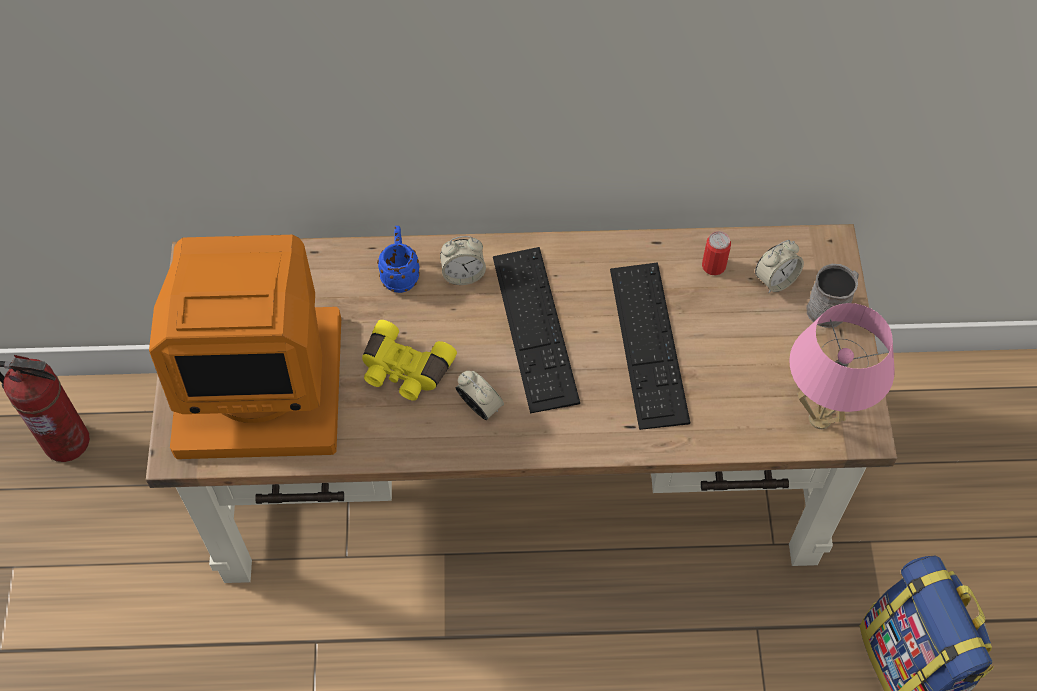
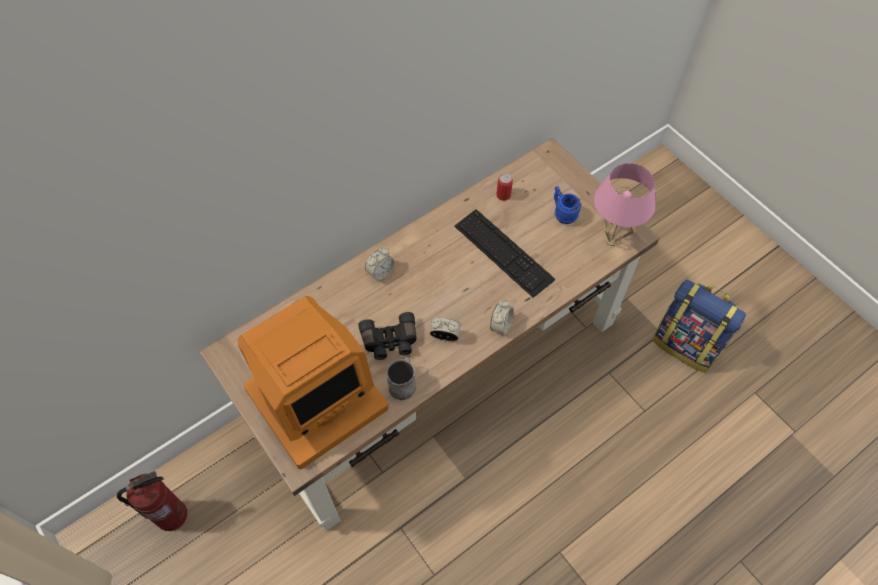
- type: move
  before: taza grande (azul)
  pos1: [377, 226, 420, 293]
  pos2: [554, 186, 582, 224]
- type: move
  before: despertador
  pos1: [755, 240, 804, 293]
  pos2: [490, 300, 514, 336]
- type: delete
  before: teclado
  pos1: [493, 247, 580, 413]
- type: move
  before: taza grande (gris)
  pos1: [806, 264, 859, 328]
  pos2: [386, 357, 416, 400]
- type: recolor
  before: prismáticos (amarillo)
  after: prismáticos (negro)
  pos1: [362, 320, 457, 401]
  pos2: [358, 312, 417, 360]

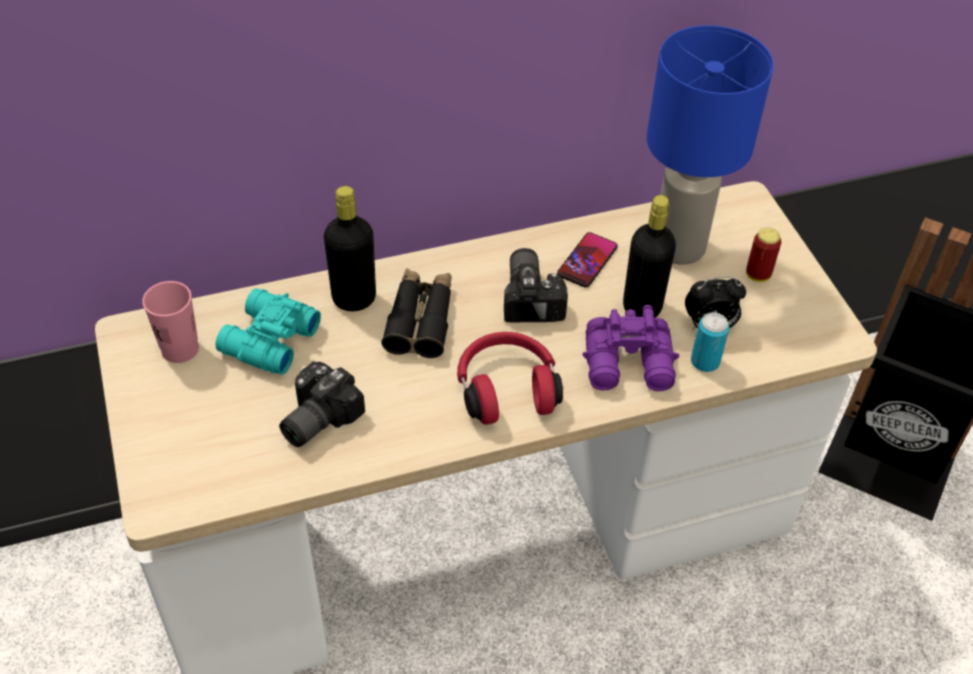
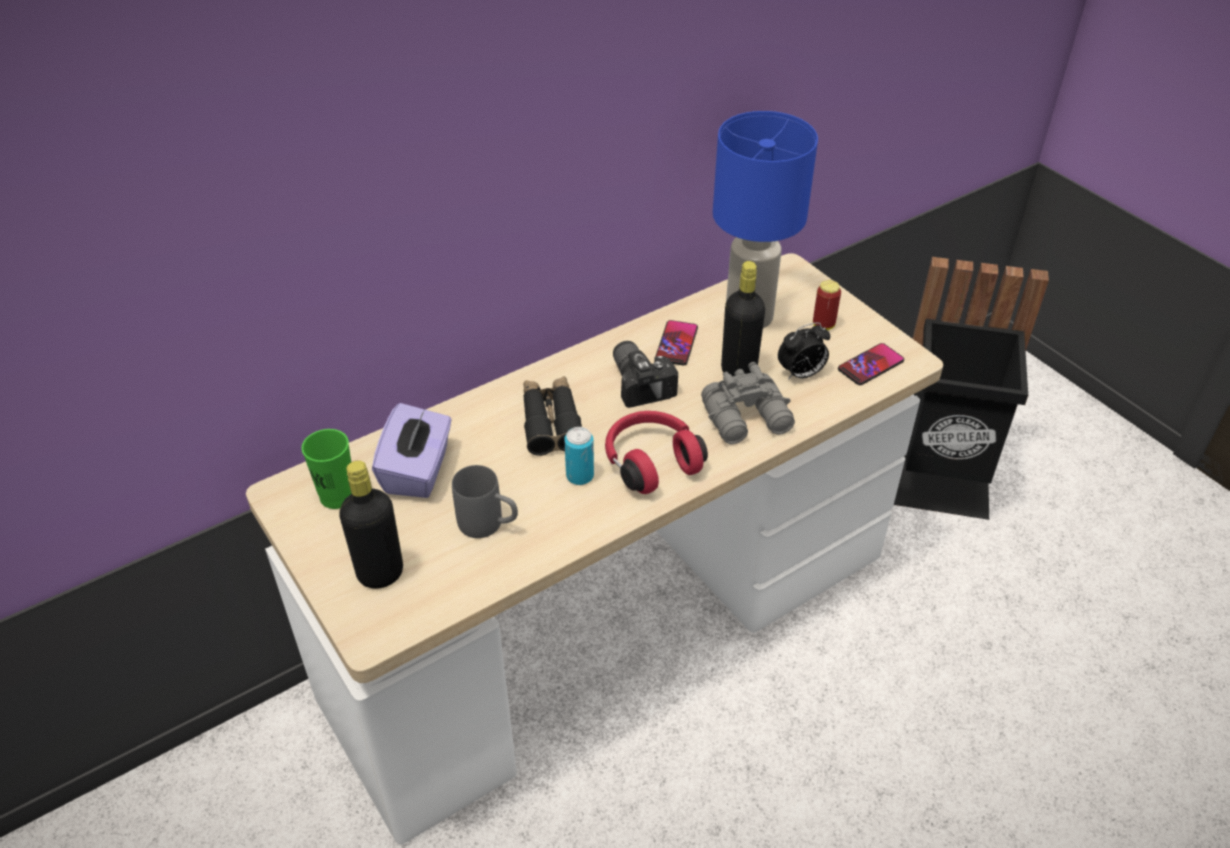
- type: move
  before: botella (negro)
  pos1: [324, 186, 376, 311]
  pos2: [339, 461, 403, 589]
- type: recolor
  before: taza (rosa)
  after: taza (verde)
  pos1: [142, 281, 199, 363]
  pos2: [301, 429, 351, 509]
- type: replace
  before: prismáticos (turquesa)
  after: caja de pañuelos (morado)
  pos1: [216, 288, 321, 375]
  pos2: [372, 403, 452, 498]
- type: recolor
  before: prismáticos (morado)
  after: prismáticos (gris)
  pos1: [582, 305, 679, 391]
  pos2: [701, 362, 795, 444]
- type: move
  before: lata
  pos1: [691, 312, 729, 372]
  pos2: [564, 427, 594, 485]
- type: replace
  before: cámara
  after: taza grande (gris)
  pos1: [279, 362, 365, 447]
  pos2: [452, 465, 518, 538]
- type: insert
  after: móvil
  pos2: [838, 343, 904, 385]

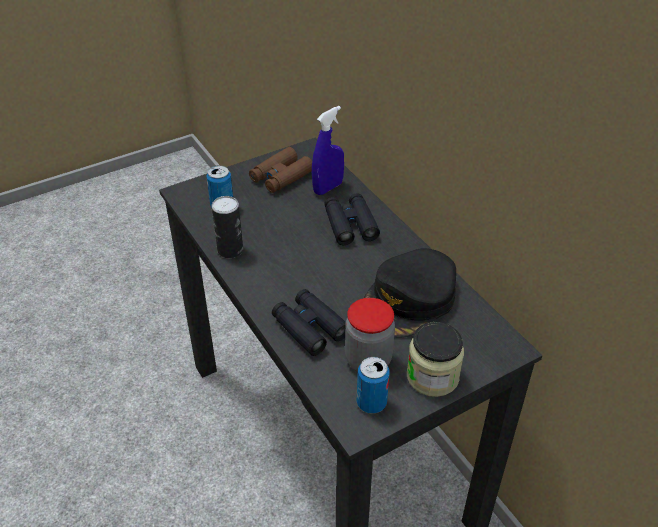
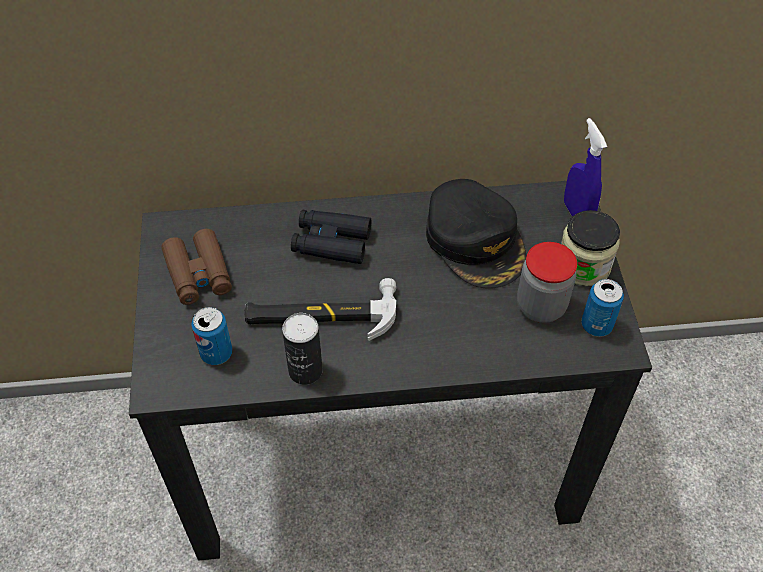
- type: move
  before: pulverizador (azul)
  pos1: [312, 106, 344, 195]
  pos2: [564, 118, 607, 216]
- type: delete
  before: prismáticos (negro)
  pos1: [272, 289, 346, 356]
- type: insert
  after: martillo
  pos2: [244, 278, 396, 341]

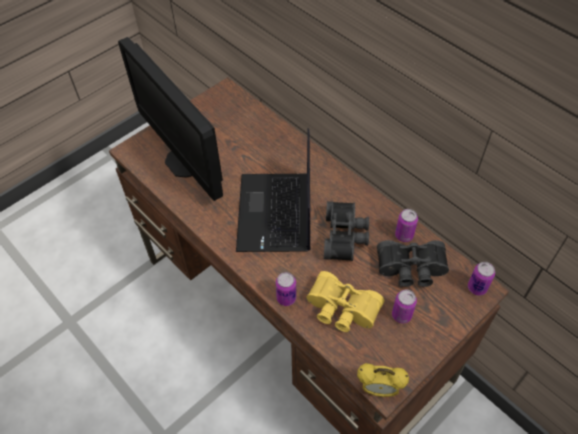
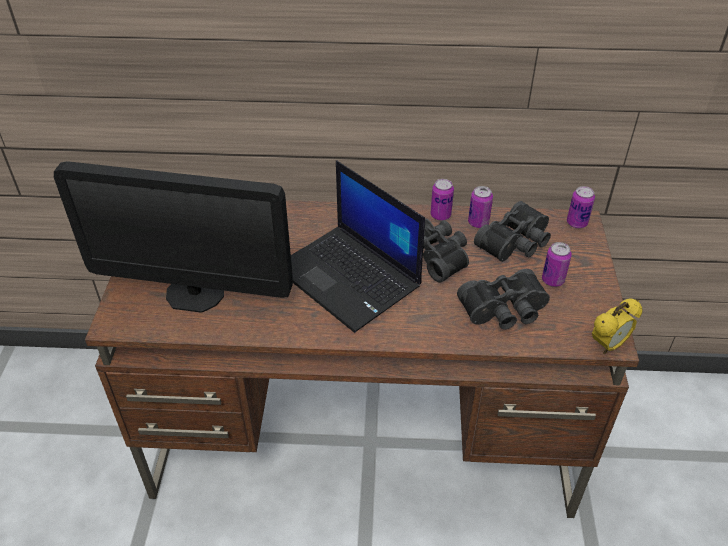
- type: recolor
  before: prismáticos (amarillo)
  after: prismáticos (negro)
  pos1: [307, 271, 384, 332]
  pos2: [457, 269, 550, 329]
- type: move
  before: lata
  pos1: [276, 272, 296, 306]
  pos2: [430, 179, 454, 221]

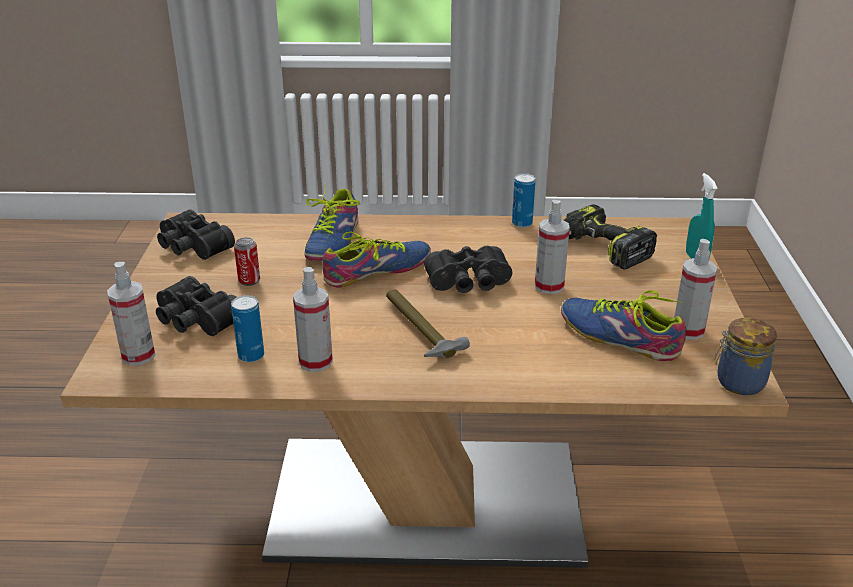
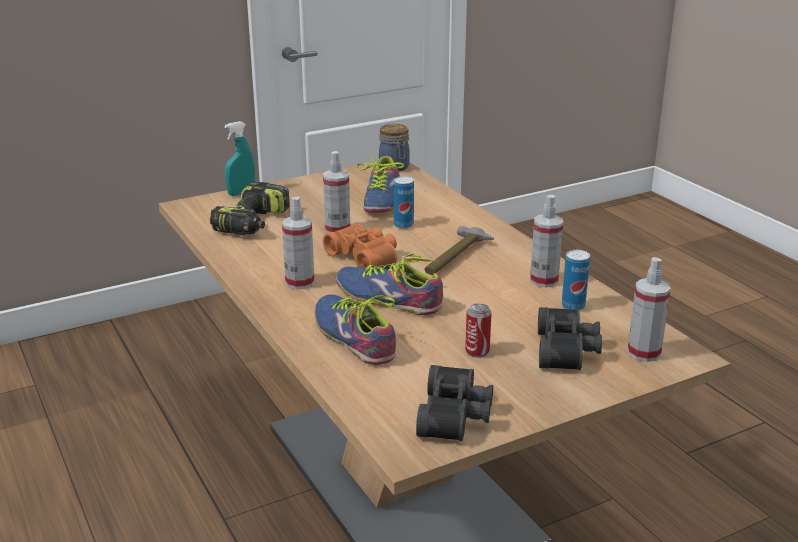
- type: move
  before: lata
  pos1: [512, 173, 535, 228]
  pos2: [394, 176, 414, 229]
- type: rotate
  before: zapato
  pos1: [304, 184, 360, 261]
  pos2: [315, 295, 398, 365]
  turn: -105
- type: move
  before: pulverizador
  pos1: [674, 239, 718, 340]
  pos2: [282, 197, 314, 290]
- type: recolor
  before: prismáticos (negro)
  after: prismáticos (naranja)
  pos1: [424, 246, 512, 293]
  pos2: [323, 224, 397, 267]

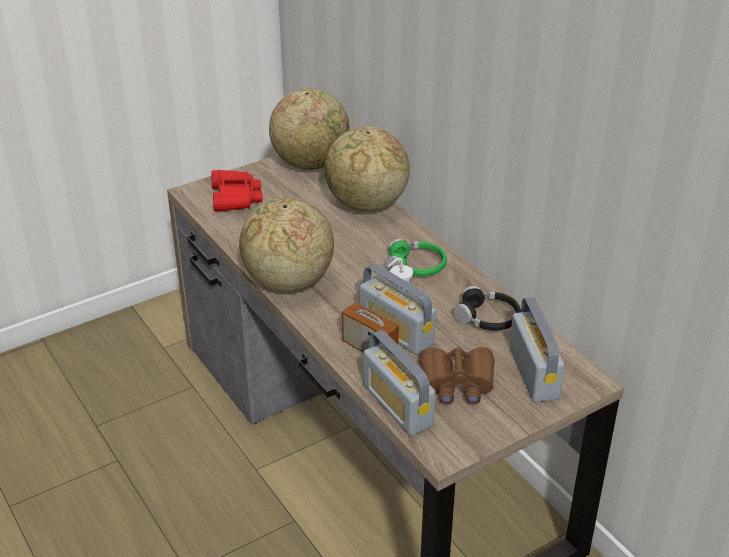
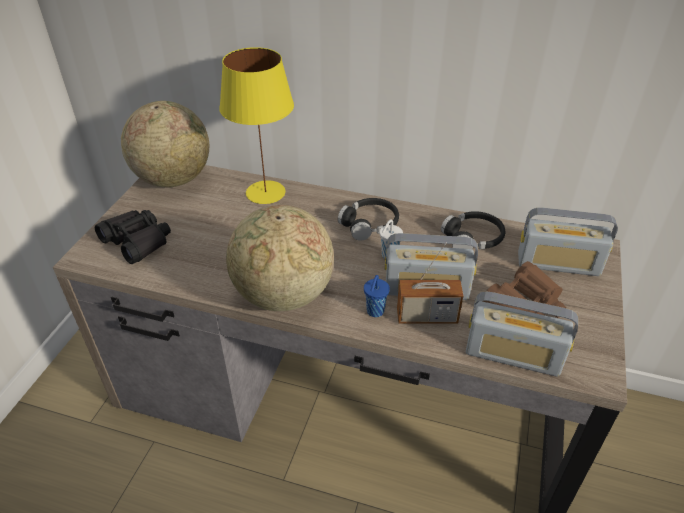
- type: replace
  before: globo terráqueo
  after: lámpara de mesa (amarillo)
  pos1: [324, 126, 410, 212]
  pos2: [219, 47, 294, 204]
- type: recolor
  before: prismáticos (rojo)
  after: prismáticos (negro)
  pos1: [212, 170, 262, 212]
  pos2: [95, 210, 171, 264]
- type: recolor
  before: auriculares (verde)
  after: auriculares (negro)
  pos1: [385, 238, 447, 276]
  pos2: [338, 198, 399, 241]
- type: rotate
  before: radio
  pos1: [509, 297, 565, 402]
  pos2: [518, 208, 618, 276]
  turn: 150
- type: insert
  after: taza (azul)
  pos2: [364, 275, 390, 317]

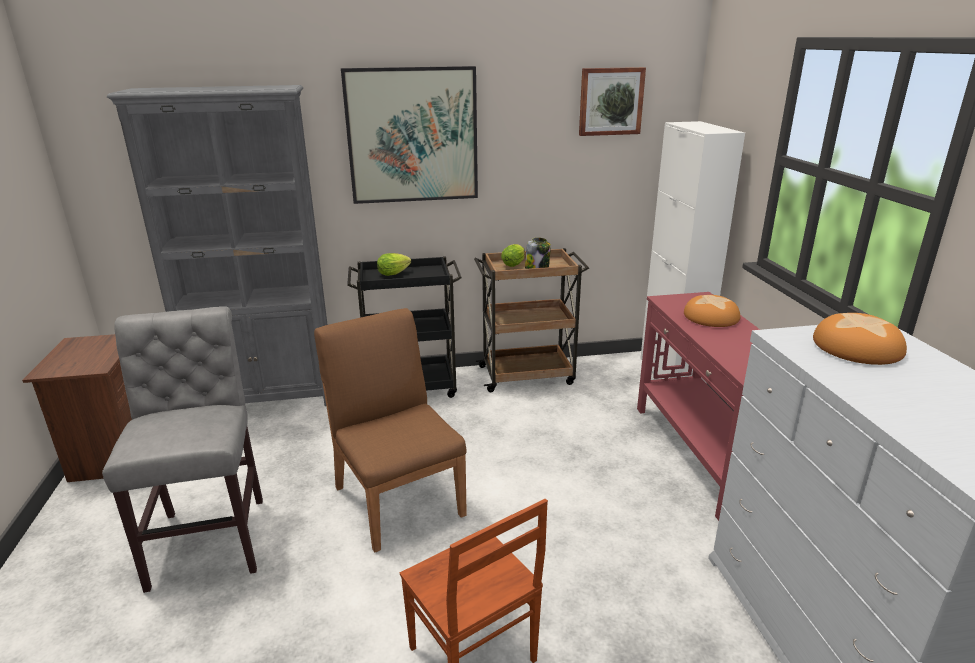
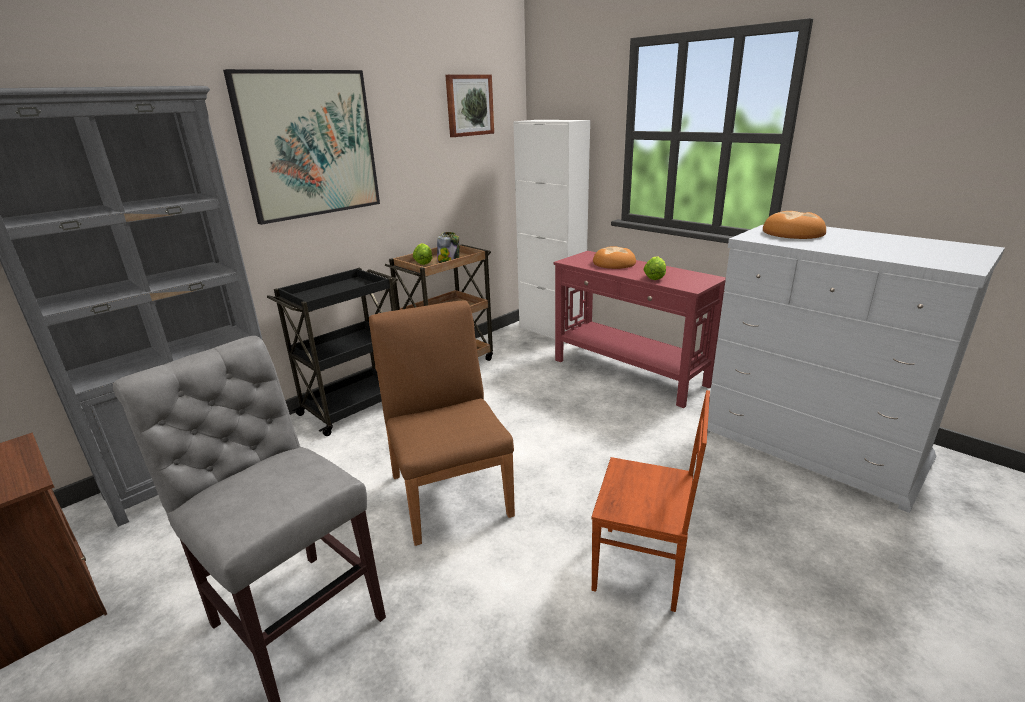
- type: move
  before: lechuga
  pos1: [377, 253, 411, 276]
  pos2: [643, 256, 666, 280]
- type: rotate
  before: silla (marrón)
  pos1: [314, 308, 467, 552]
  pos2: [369, 300, 515, 546]
  turn: 45

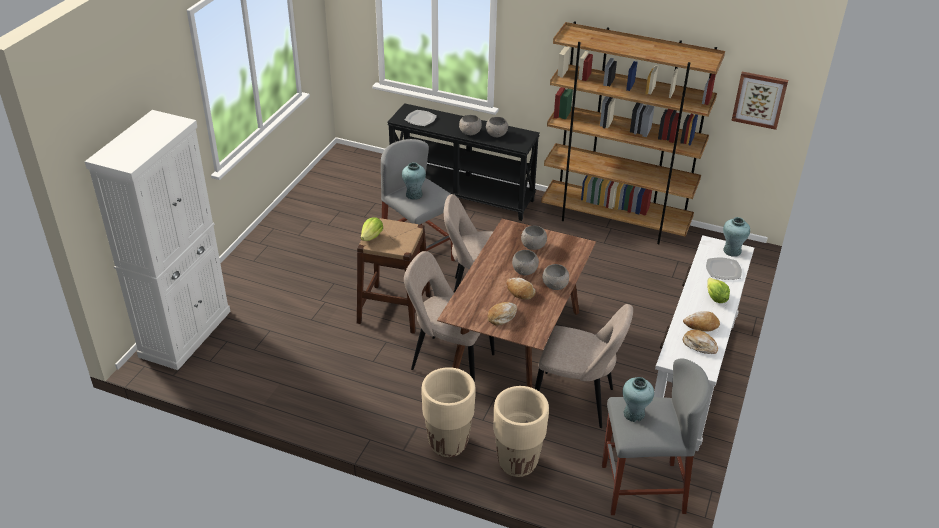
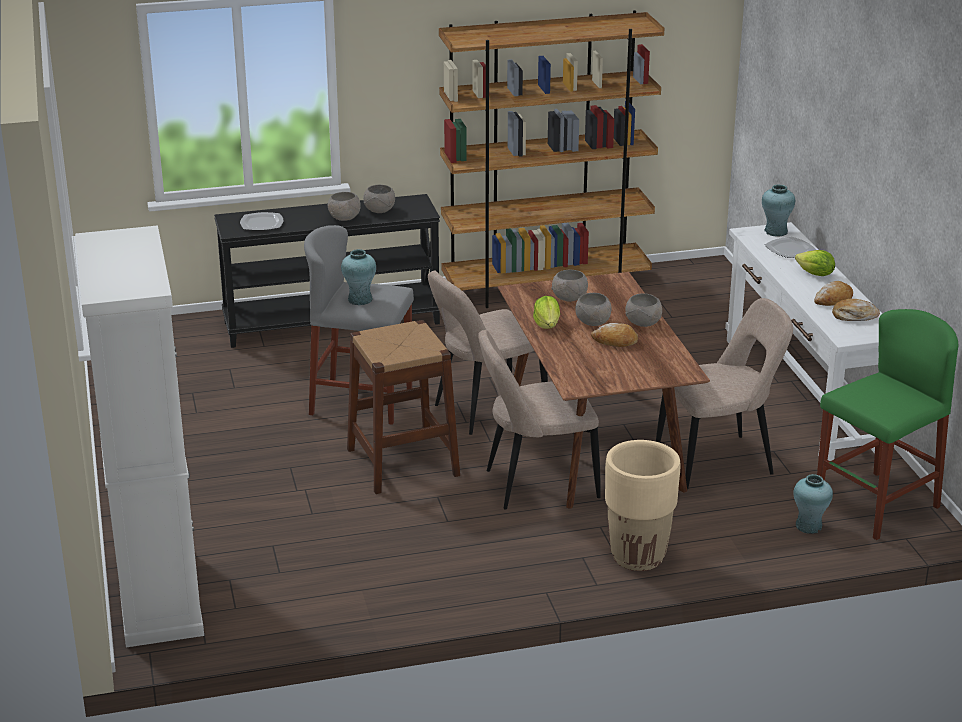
- type: delete
  before: cuadro
  pos1: [731, 72, 788, 130]
- type: move
  before: lechuga
  pos1: [360, 217, 383, 241]
  pos2: [533, 296, 560, 329]
- type: delete
  before: pan
  pos1: [488, 302, 517, 326]
- type: recolor
  before: taburete (gris)
  after: taburete (verde)
  pos1: [602, 358, 710, 515]
  pos2: [817, 309, 958, 540]
- type: move
  before: florero (turquesa)
  pos1: [623, 377, 654, 422]
  pos2: [793, 474, 833, 534]
- type: delete
  before: maceta (beis)
  pos1: [493, 386, 549, 477]

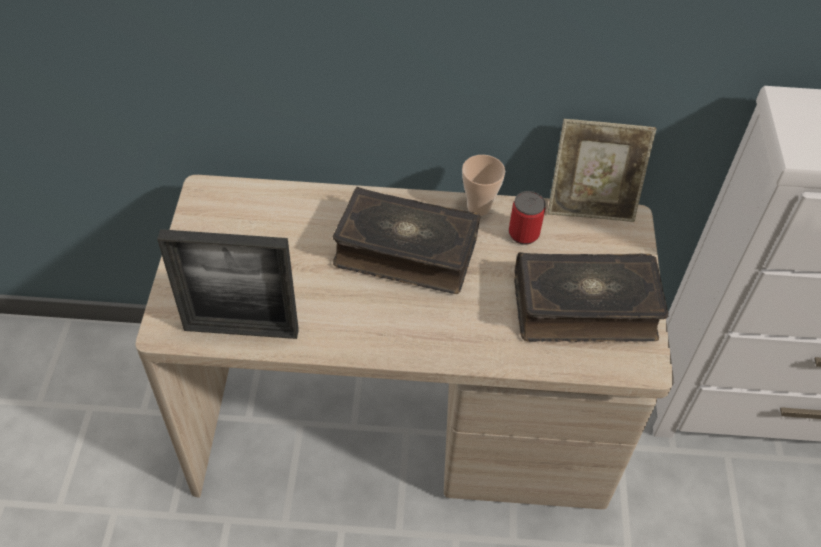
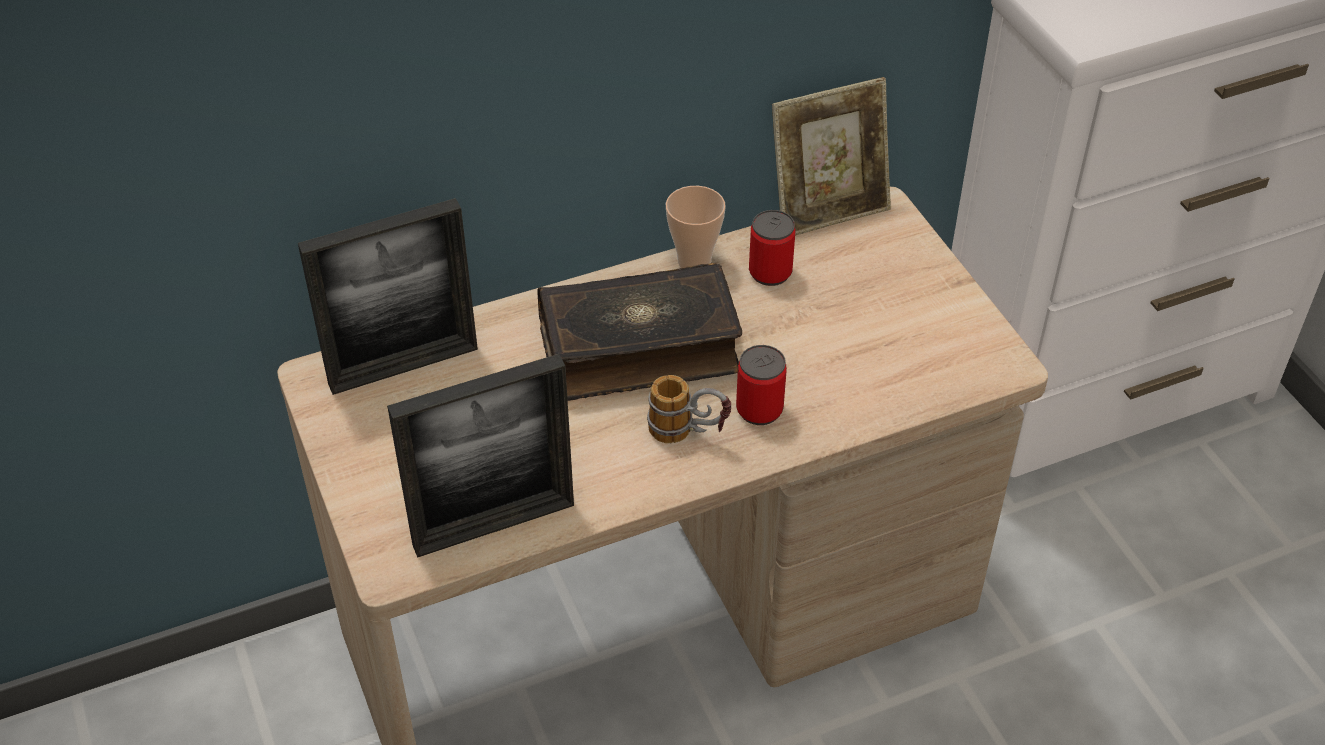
- type: delete
  before: libro
  pos1: [514, 252, 668, 342]
- type: insert
  after: portarretratos
  pos2: [298, 198, 478, 395]
- type: insert
  after: lata
  pos2: [736, 345, 787, 425]
- type: insert
  after: taza grande
  pos2: [647, 375, 731, 443]

